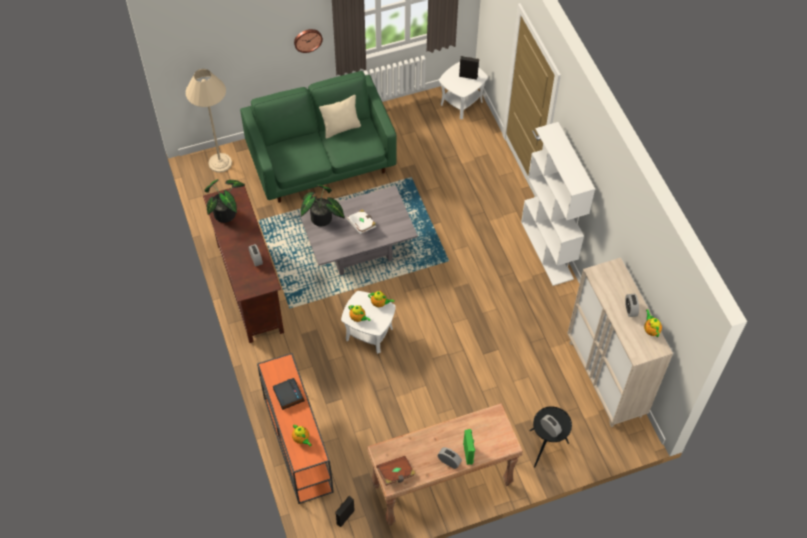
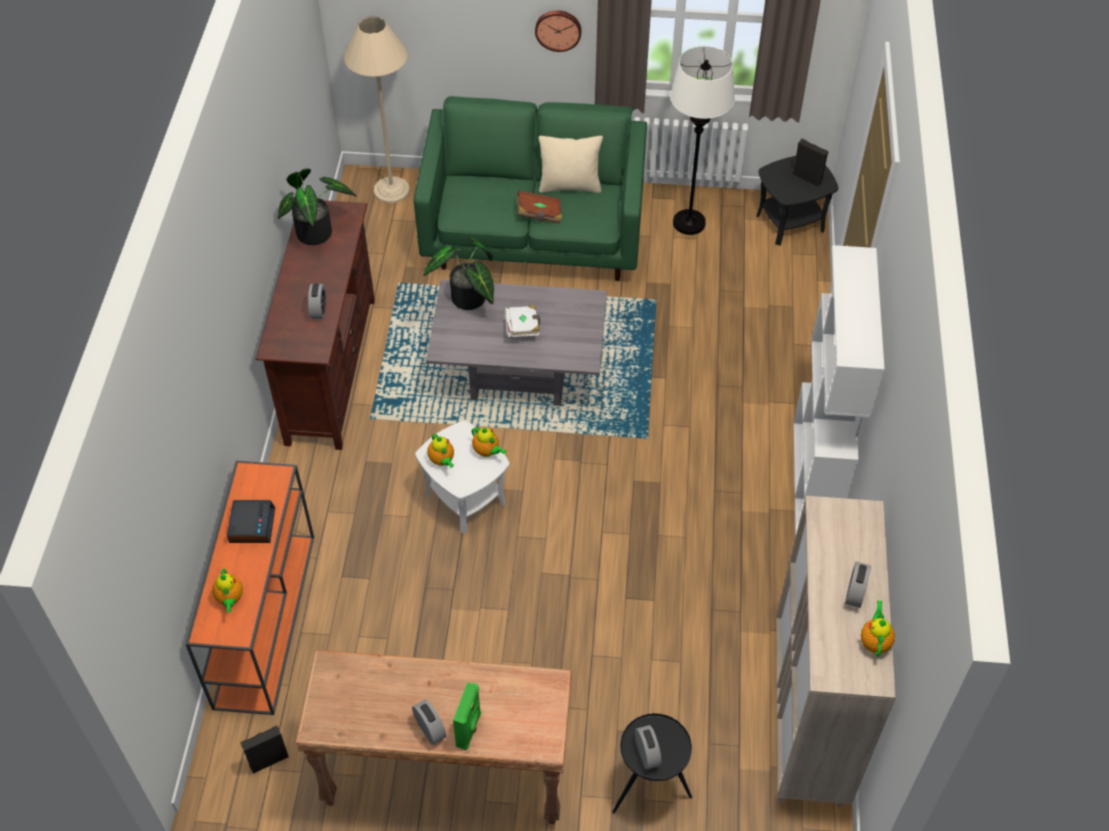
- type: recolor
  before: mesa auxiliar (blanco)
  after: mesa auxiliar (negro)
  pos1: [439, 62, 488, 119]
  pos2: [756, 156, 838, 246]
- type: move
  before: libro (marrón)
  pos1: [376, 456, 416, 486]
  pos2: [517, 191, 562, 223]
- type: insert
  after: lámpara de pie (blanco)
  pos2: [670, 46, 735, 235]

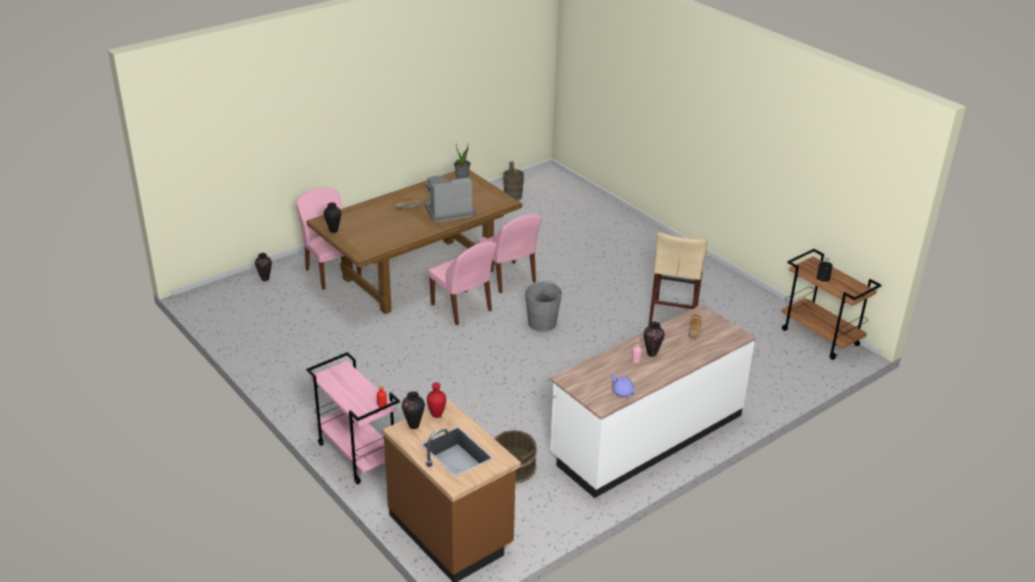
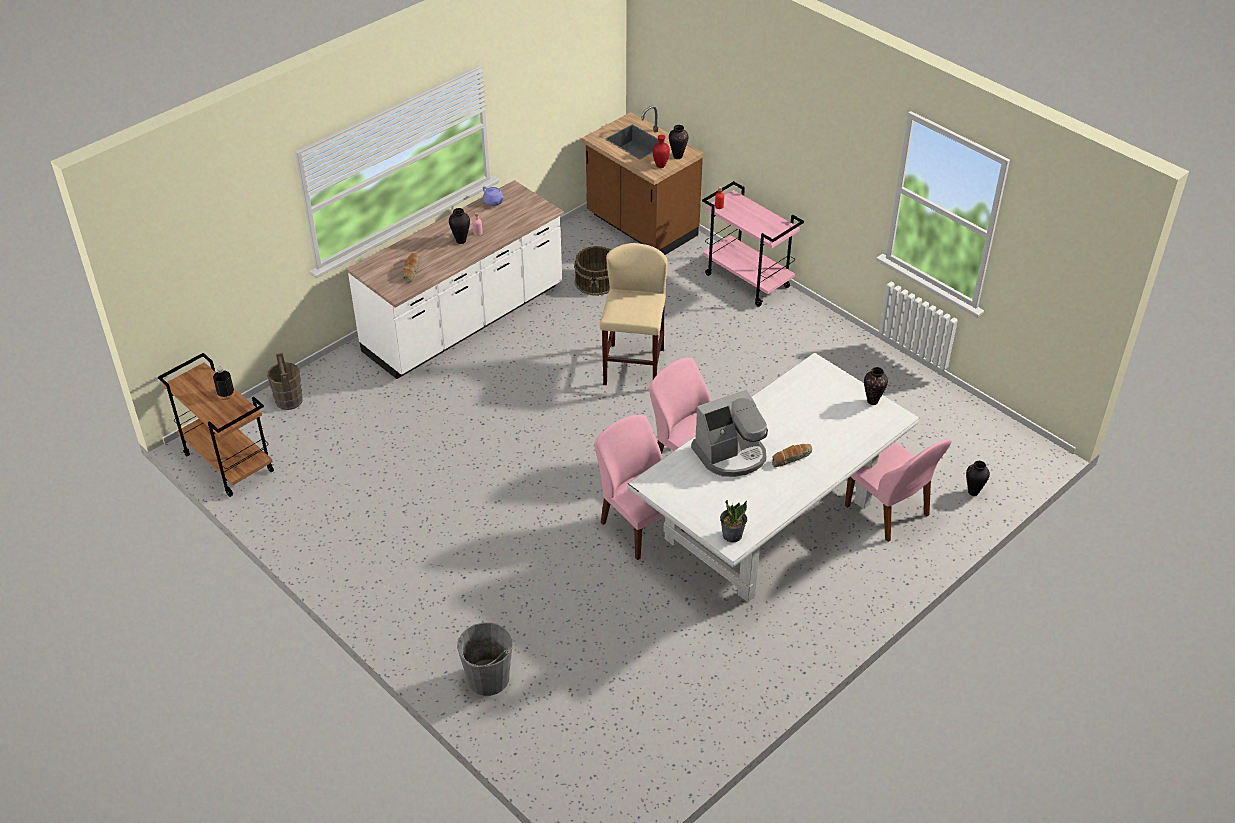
- type: move
  before: cubo (marrón)
  pos1: [503, 161, 524, 200]
  pos2: [267, 353, 303, 410]
- type: recolor
  before: mesa de comedor (marrón)
  after: mesa de comedor (blanco)
  pos1: [307, 170, 522, 314]
  pos2: [628, 353, 920, 602]
- type: move
  before: taburete (beis)
  pos1: [648, 232, 708, 326]
  pos2: [600, 243, 668, 385]
- type: move
  before: cubo (gris)
  pos1: [525, 281, 562, 332]
  pos2: [457, 622, 513, 696]

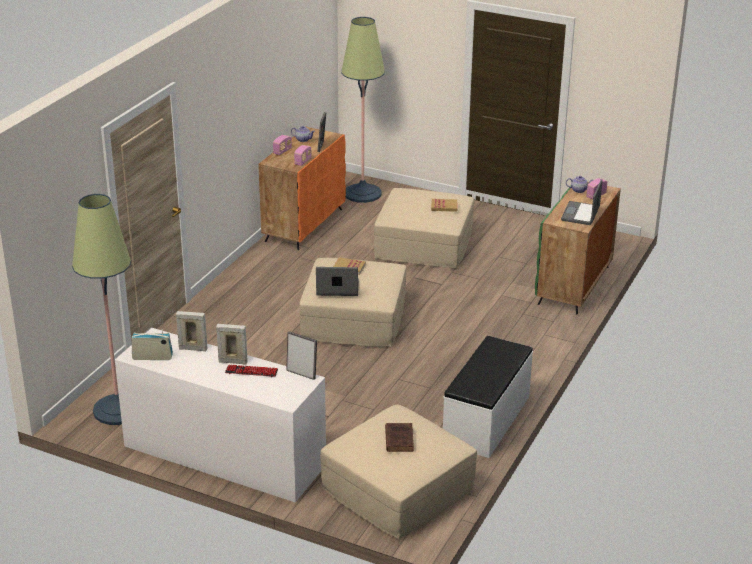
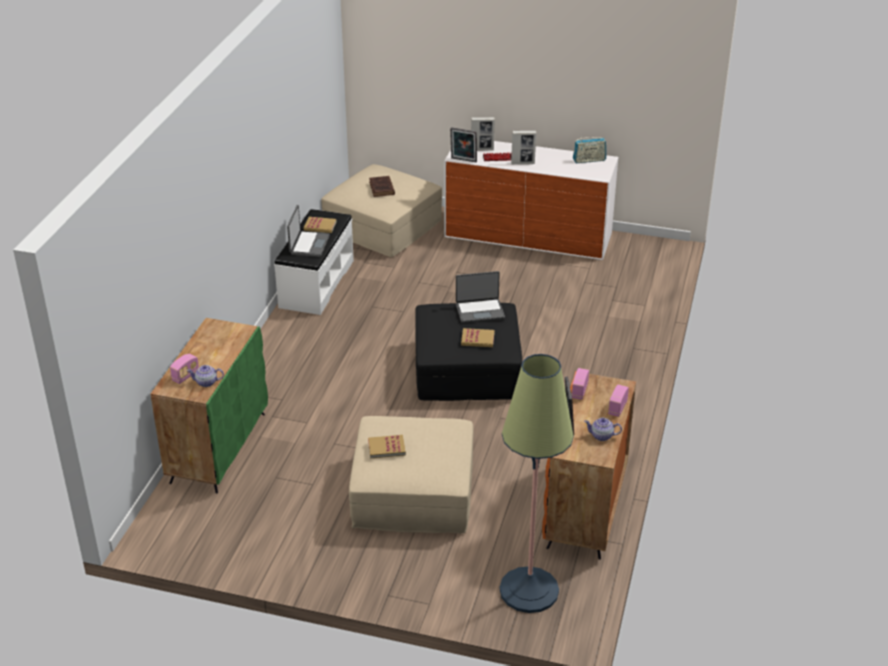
- type: move
  before: portátil
  pos1: [561, 179, 603, 225]
  pos2: [287, 205, 330, 257]
- type: delete
  before: lámpara de pie
  pos1: [72, 194, 131, 425]
- type: recolor
  before: puf (beis)
  after: puf (negro)
  pos1: [300, 258, 406, 347]
  pos2: [415, 303, 522, 401]
- type: move
  before: portarretratos
  pos1: [176, 311, 208, 351]
  pos2: [471, 117, 495, 150]
- type: insert
  after: libro
  pos2: [304, 217, 336, 233]

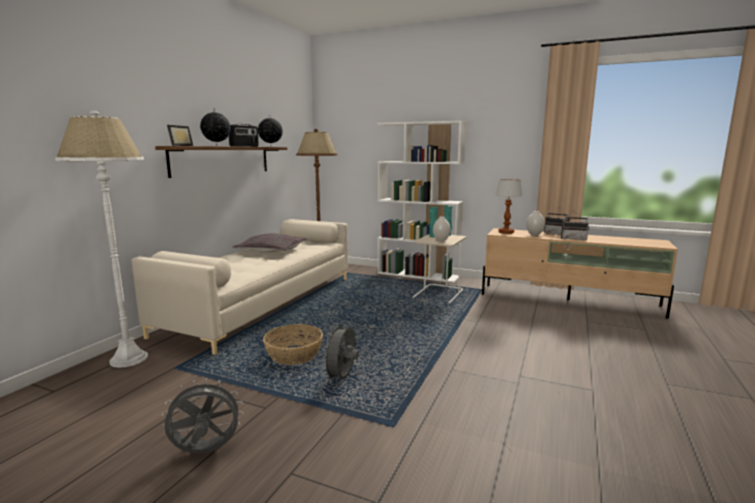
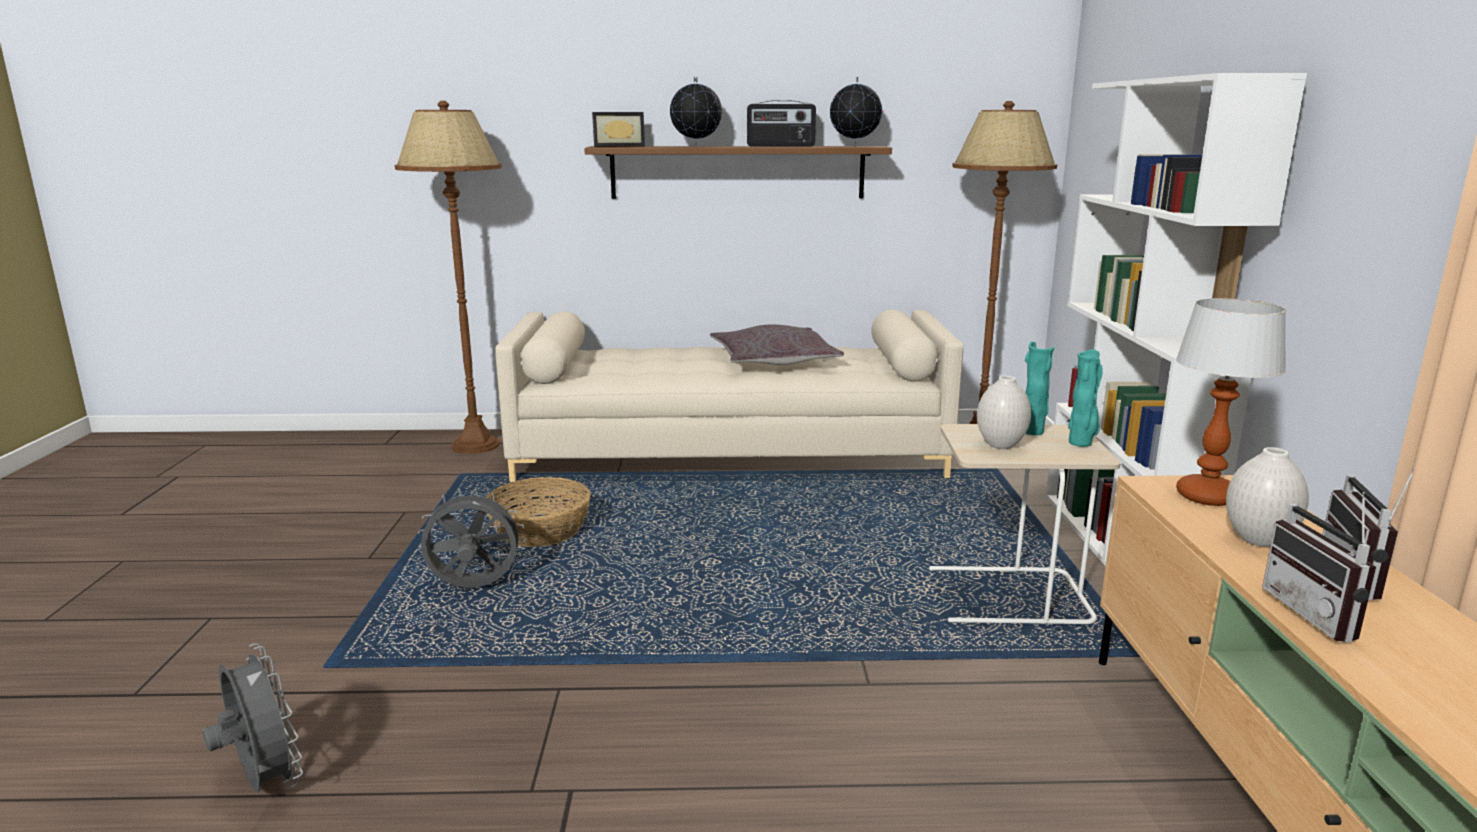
- type: recolor
  before: lámpara de pie (blanco)
  after: lámpara de pie (marrón)
  pos1: [55, 110, 148, 368]
  pos2: [395, 101, 502, 454]
- type: move
  before: ventilador (gris)
  pos1: [162, 378, 243, 453]
  pos2: [203, 643, 303, 793]

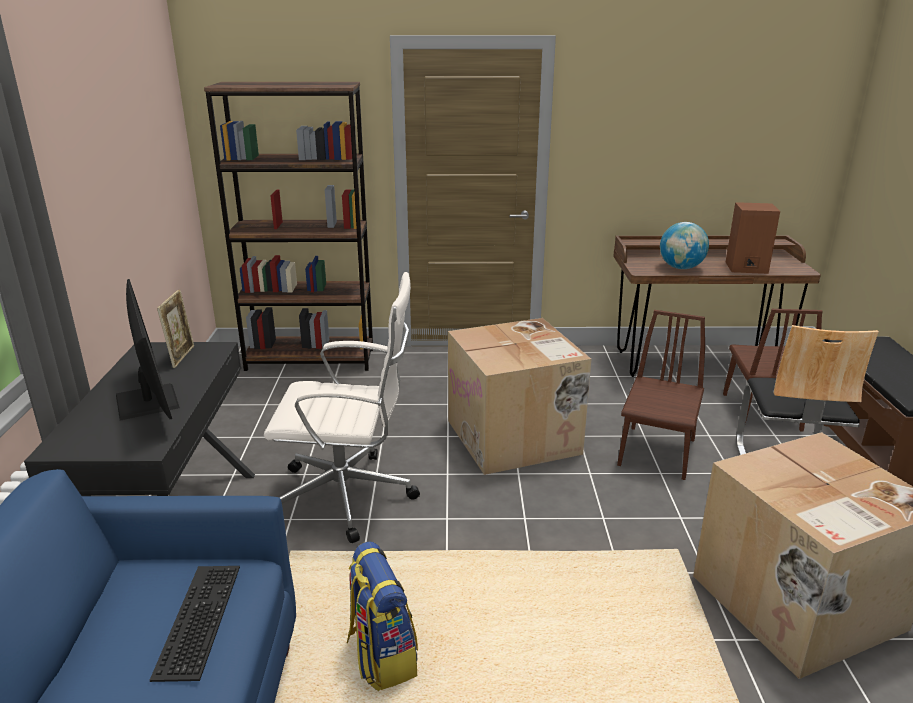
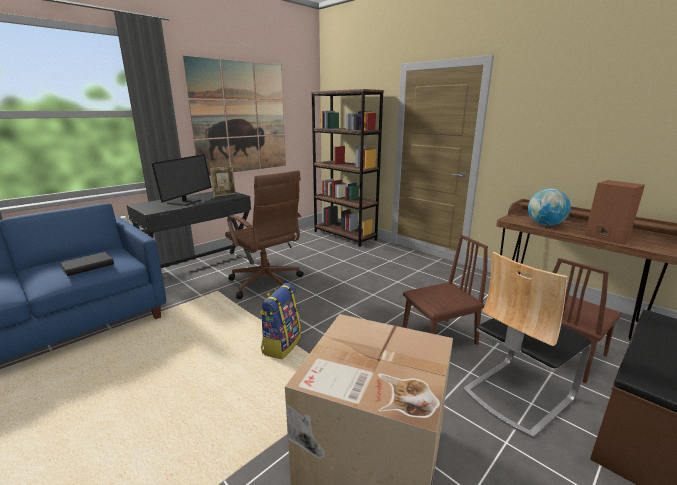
- type: recolor
  before: silla de oficina (blanco)
  after: silla de oficina (marrón)
  pos1: [264, 272, 420, 543]
  pos2: [225, 170, 304, 299]
- type: delete
  before: caja de cartón
  pos1: [448, 318, 591, 475]
- type: move
  before: mochila
  pos1: [347, 541, 418, 691]
  pos2: [260, 283, 301, 359]
- type: replace
  before: teclado
  after: libro (negro)
  pos1: [150, 566, 240, 682]
  pos2: [60, 252, 114, 276]
- type: insert
  after: cuadro
  pos2: [183, 56, 286, 175]

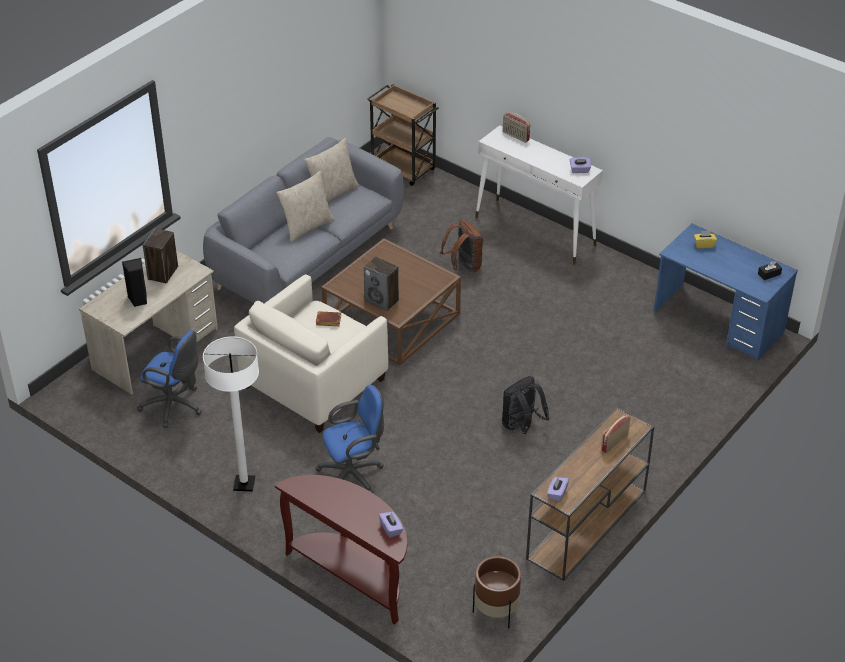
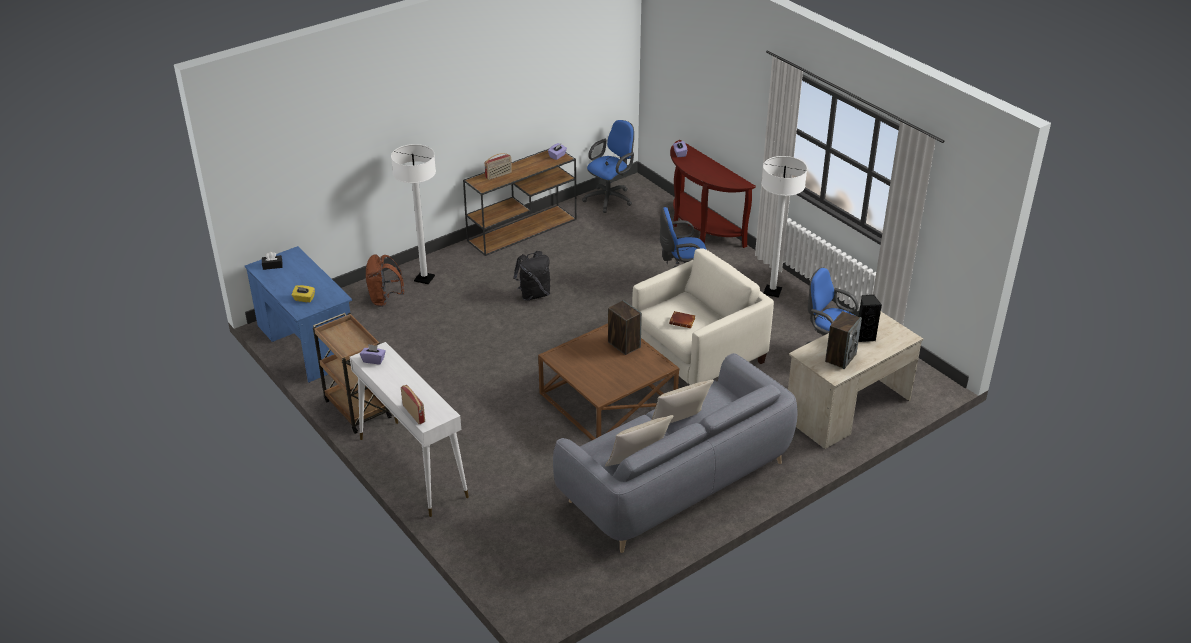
- type: move
  before: carrito (marrón)
  pos1: [367, 84, 439, 186]
  pos2: [313, 313, 392, 434]
- type: move
  before: mochila (marrón)
  pos1: [440, 220, 483, 273]
  pos2: [366, 254, 404, 307]
- type: replace
  before: maceta (marrón)
  after: silla de oficina (azul)
  pos1: [473, 556, 521, 629]
  pos2: [582, 120, 634, 213]
- type: insert
  after: lámpara de pie (blanco)
  pos2: [391, 144, 436, 284]

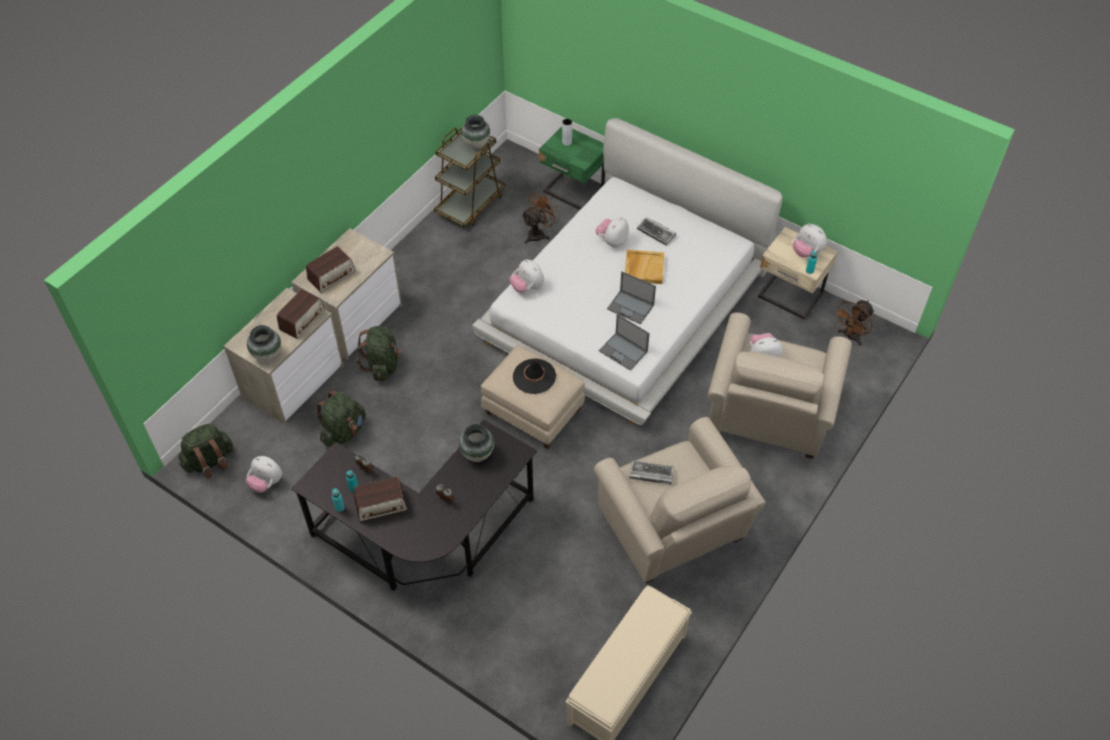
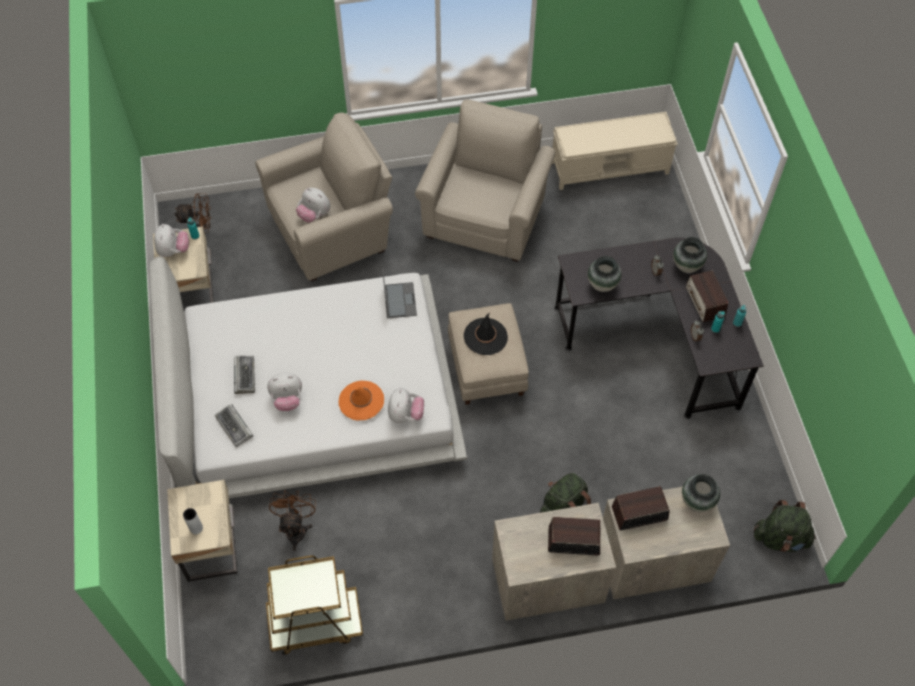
- type: move
  before: florero
  pos1: [461, 115, 490, 148]
  pos2: [673, 237, 707, 273]
- type: recolor
  before: mesita de noche (verde)
  after: mesita de noche (beis)
  pos1: [539, 127, 605, 210]
  pos2: [167, 480, 237, 582]
- type: rotate
  before: ventilador (marrón)
  pos1: [522, 191, 560, 244]
  pos2: [269, 490, 316, 551]
  turn: 90
- type: delete
  before: bandeja (beis)
  pos1: [625, 250, 664, 284]
- type: delete
  before: portátil
  pos1: [607, 271, 656, 324]
- type: delete
  before: mochila (verde)
  pos1: [316, 391, 366, 447]
- type: delete
  before: peluche
  pos1: [246, 456, 282, 493]
- type: move
  before: teclado
  pos1: [629, 461, 674, 485]
  pos2: [215, 404, 253, 447]
- type: rotate
  before: radio
  pos1: [354, 477, 408, 521]
  pos2: [686, 270, 728, 322]
  turn: -135
- type: insert
  after: sombrero (naranja)
  pos2: [339, 381, 384, 420]

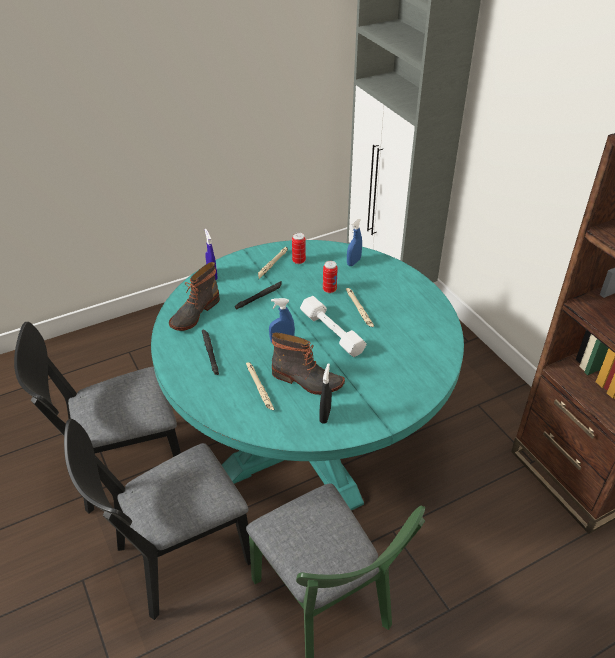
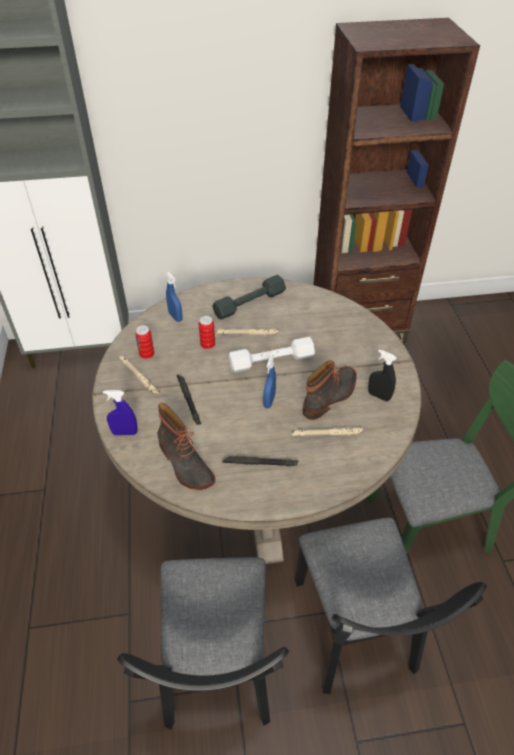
- type: recolor
  before: mesa de comedor (turquesa)
  after: mesa de comedor (beis)
  pos1: [151, 240, 464, 511]
  pos2: [92, 278, 421, 564]
- type: insert
  after: mancuerna (gris)
  pos2: [212, 275, 286, 319]

